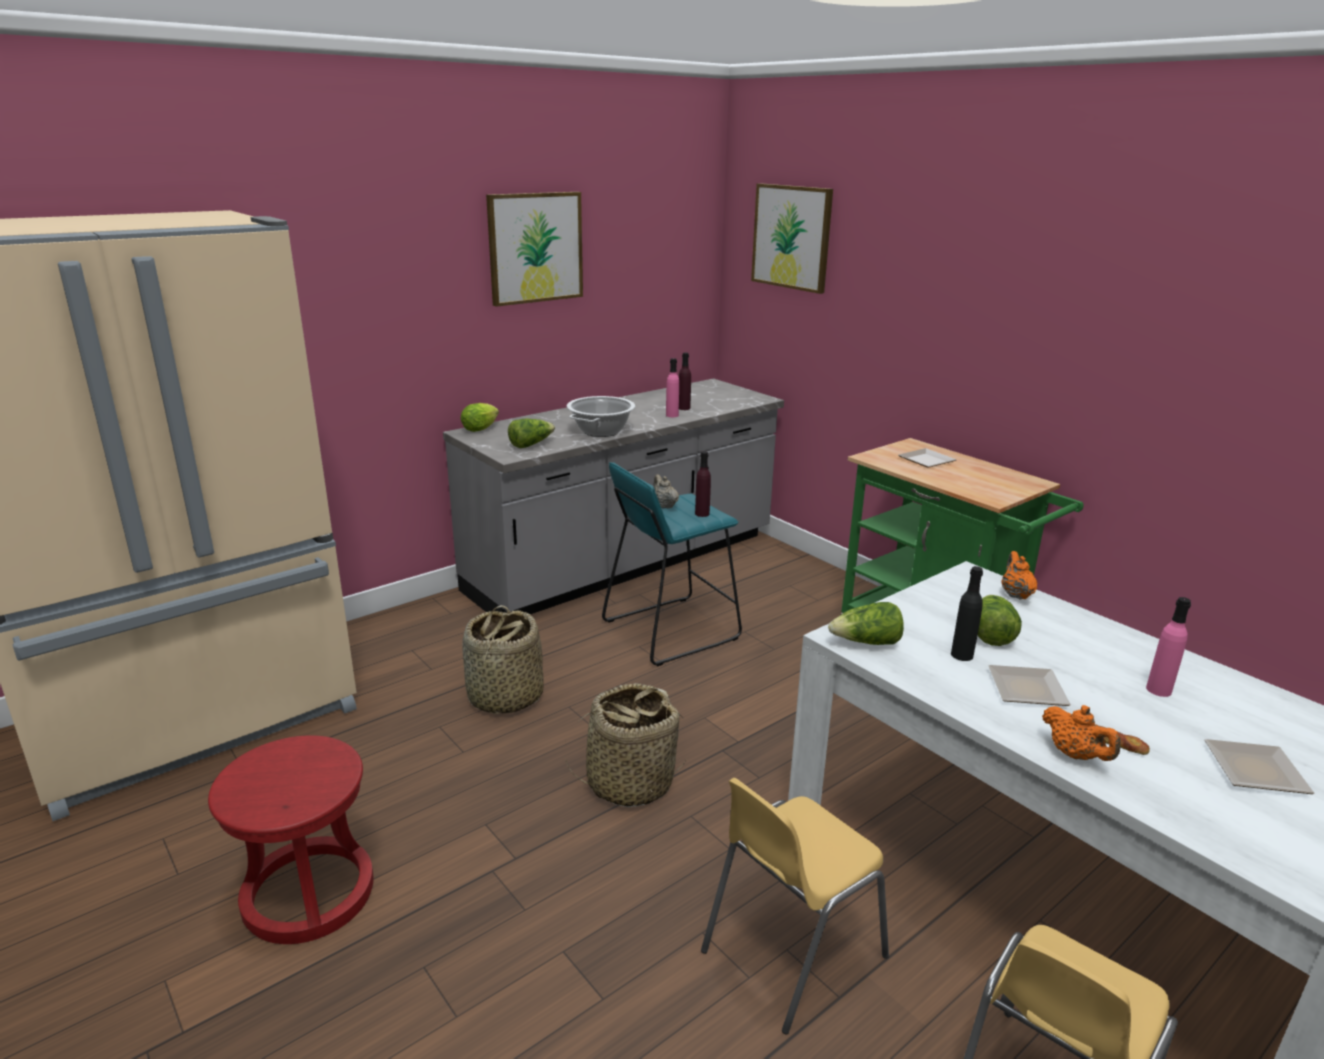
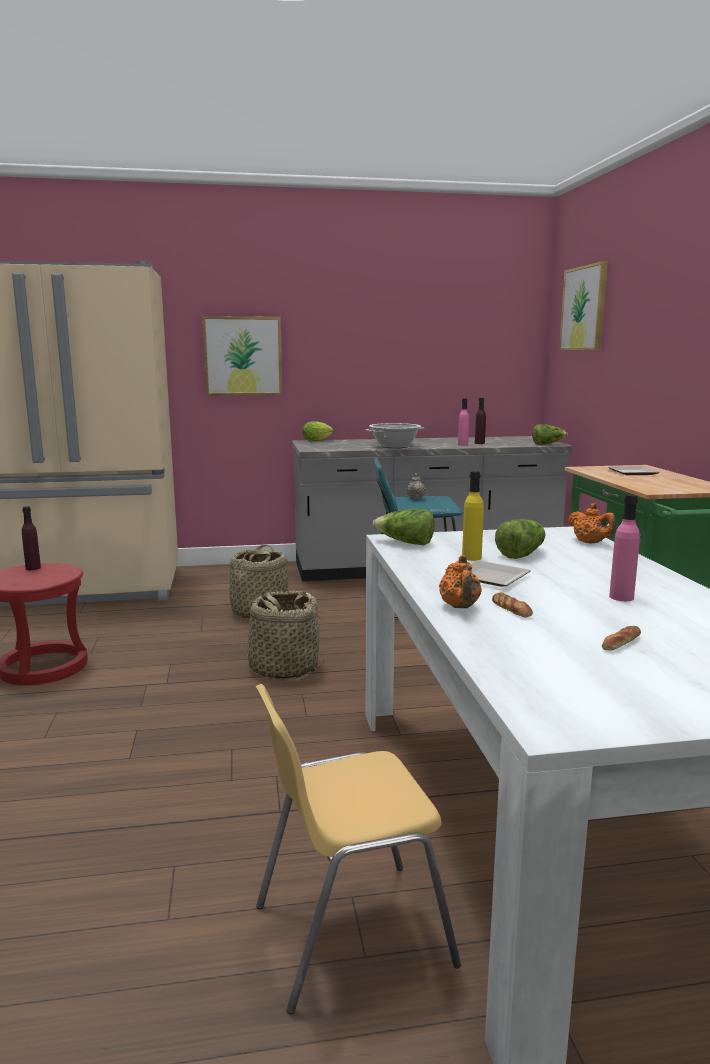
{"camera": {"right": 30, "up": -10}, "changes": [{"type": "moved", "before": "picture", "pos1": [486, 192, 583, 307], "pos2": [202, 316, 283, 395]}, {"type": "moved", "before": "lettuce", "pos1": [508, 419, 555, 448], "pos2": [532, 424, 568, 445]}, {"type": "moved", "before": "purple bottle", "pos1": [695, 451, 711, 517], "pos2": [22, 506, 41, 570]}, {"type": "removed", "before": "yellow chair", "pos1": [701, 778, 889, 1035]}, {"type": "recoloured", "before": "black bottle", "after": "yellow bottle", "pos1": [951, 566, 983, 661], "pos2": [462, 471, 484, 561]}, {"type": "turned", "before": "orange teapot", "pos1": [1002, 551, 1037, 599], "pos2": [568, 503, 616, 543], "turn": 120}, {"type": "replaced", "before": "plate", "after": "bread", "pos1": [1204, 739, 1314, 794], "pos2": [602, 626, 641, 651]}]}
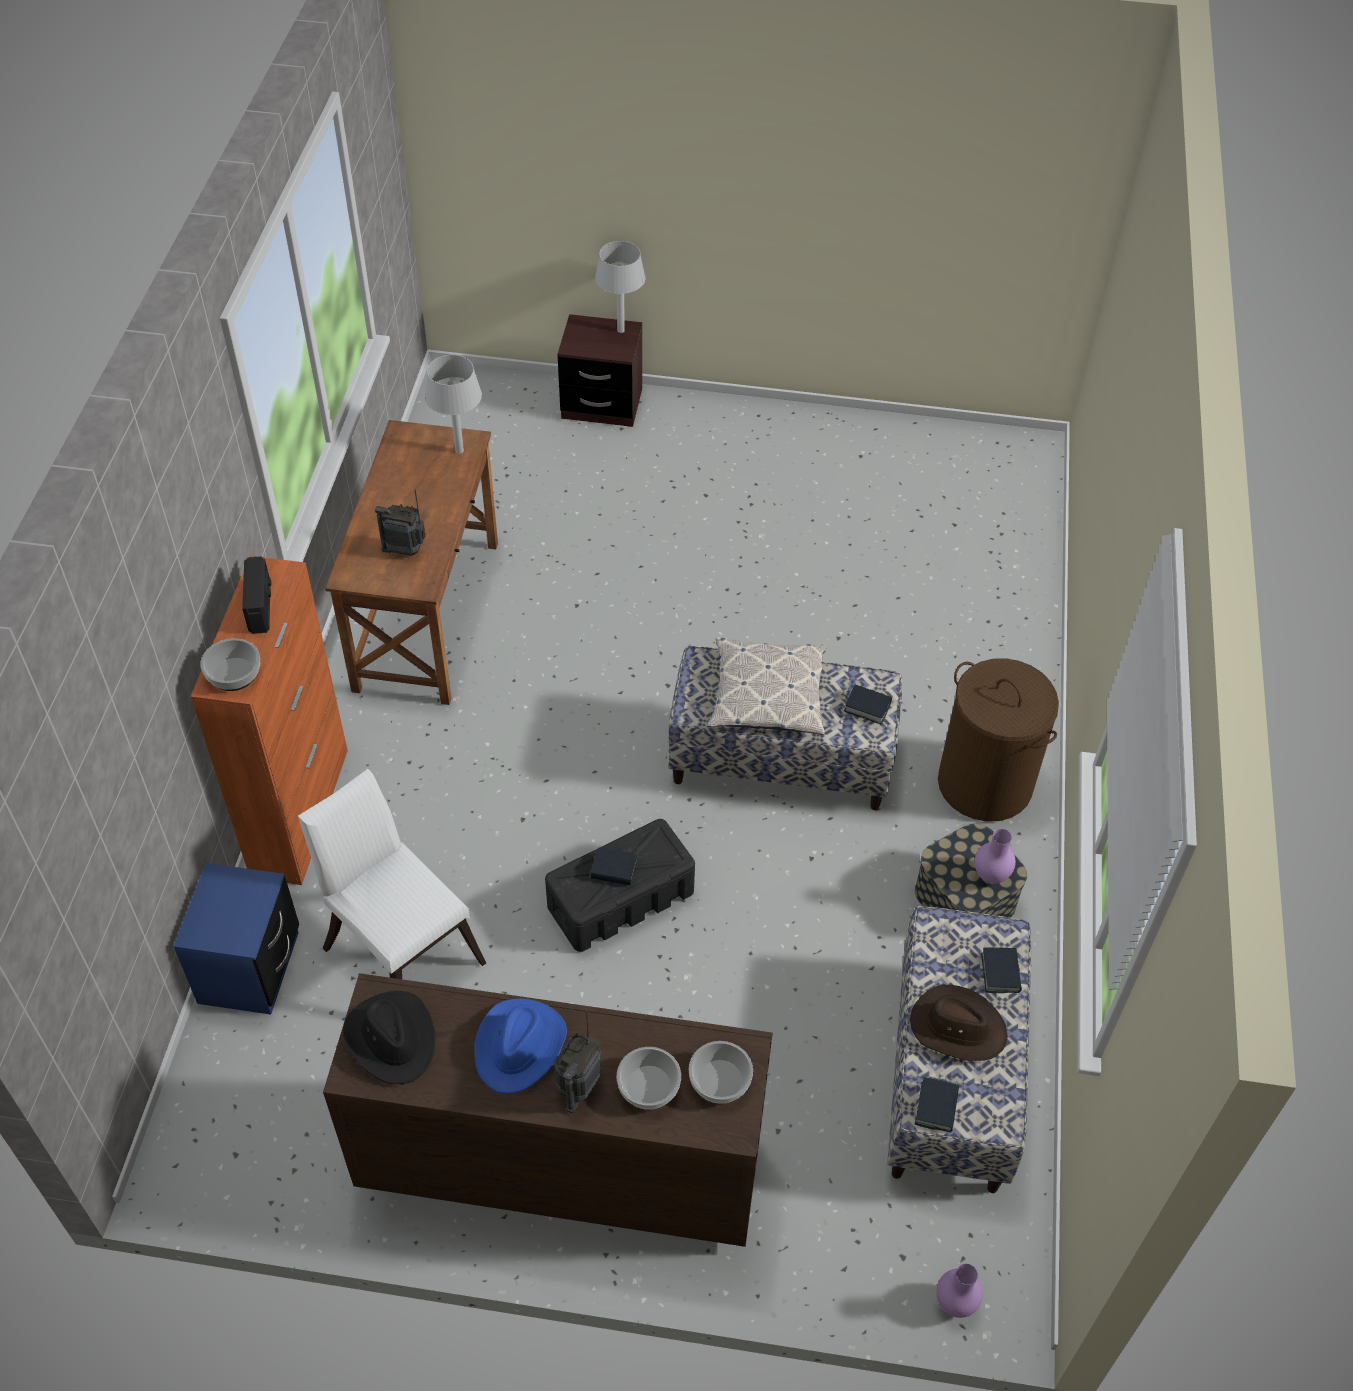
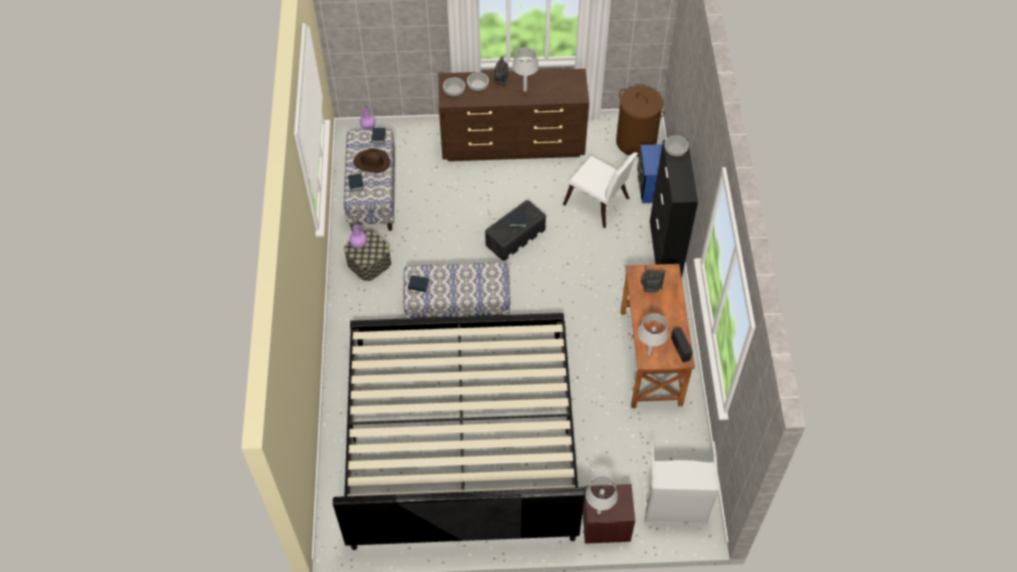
{"camera": {"right": 170, "up": 5}, "changes": [{"type": "recoloured", "before": "orange cabinet", "after": "black cabinet", "pos1": [191, 556, 348, 885], "pos2": [650, 139, 698, 278]}, {"type": "moved", "before": "radio", "pos1": [242, 556, 271, 634], "pos2": [671, 327, 693, 363]}, {"type": "removed", "before": "black hat", "pos1": [343, 991, 435, 1084]}, {"type": "replaced", "before": "blue hat", "after": "grey table lamp", "pos1": [474, 999, 567, 1094], "pos2": [512, 47, 539, 92]}, {"type": "removed", "before": "pillow", "pos1": [707, 637, 827, 735]}, {"type": "moved", "before": "brown laundry basket", "pos1": [938, 658, 1059, 822], "pos2": [616, 86, 665, 157]}, {"type": "added", "after": "bed", "pos2": [333, 313, 585, 550]}, {"type": "added", "after": "grey laundry basket", "pos2": [643, 440, 719, 525]}]}
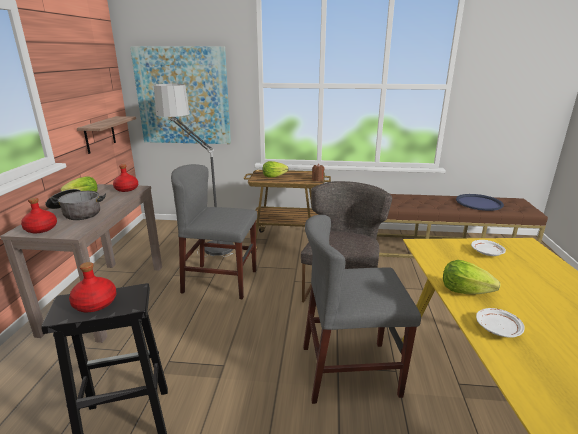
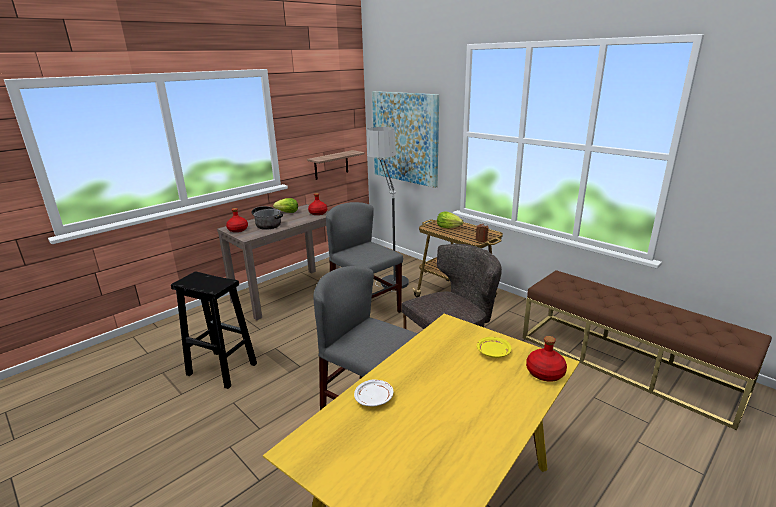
{"camera": {"right": 40, "up": 0}, "changes": [{"type": "moved", "before": "red bottle", "pos1": [69, 262, 116, 312], "pos2": [526, 336, 567, 382]}, {"type": "removed", "before": "lettuce", "pos1": [443, 260, 501, 295]}, {"type": "removed", "before": "blue tray", "pos1": [456, 194, 504, 211]}, {"type": "recoloured", "before": "white plate", "after": "yellow plate", "pos1": [471, 240, 506, 256], "pos2": [477, 337, 511, 358]}]}
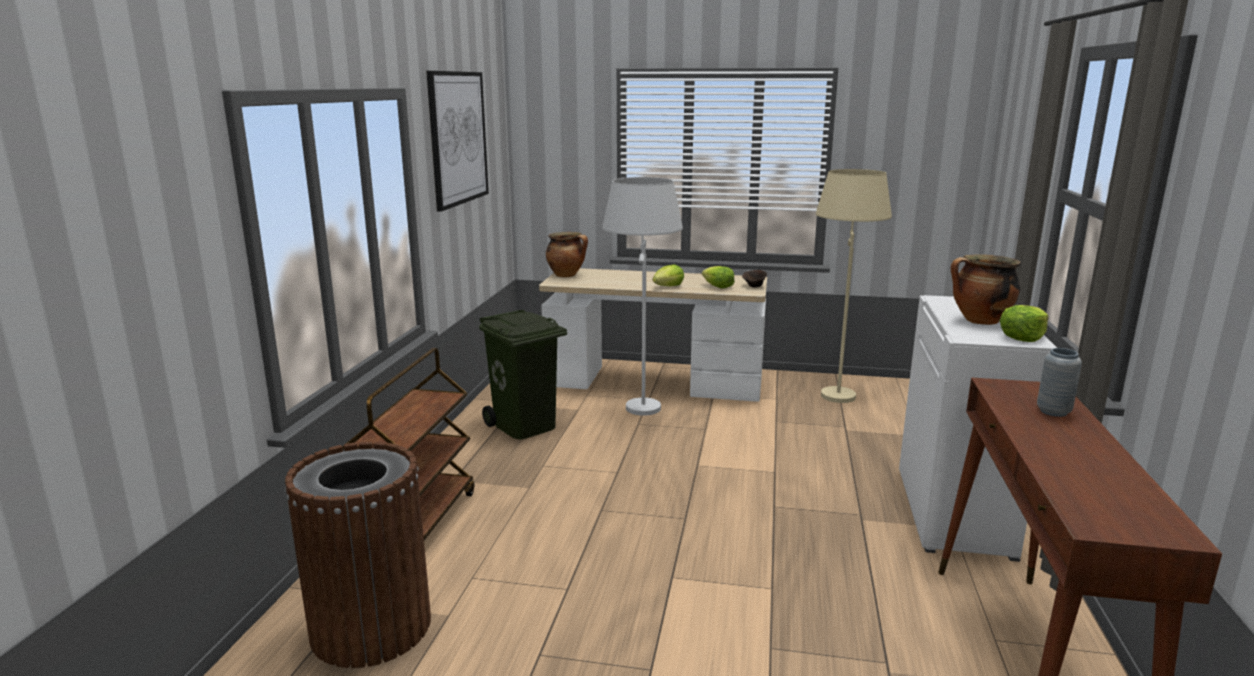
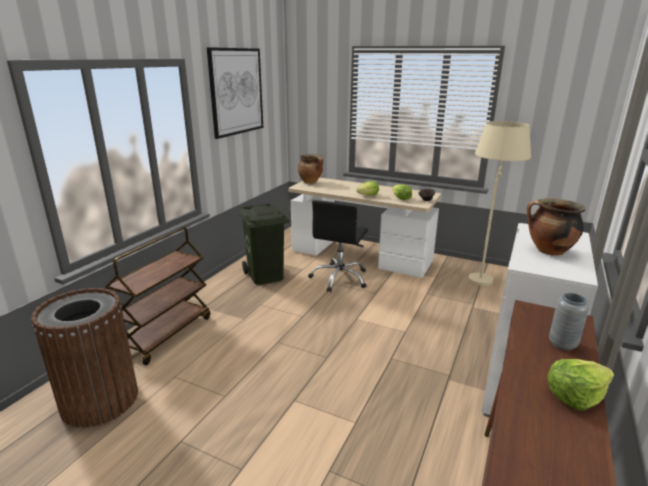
{"camera": {"right": 15, "up": 5}, "changes": [{"type": "replaced", "before": "white floor lamp", "after": "black office chair", "pos1": [602, 177, 683, 416], "pos2": [308, 200, 368, 292]}, {"type": "moved", "before": "lettuce", "pos1": [1000, 305, 1049, 342], "pos2": [547, 359, 614, 410]}]}
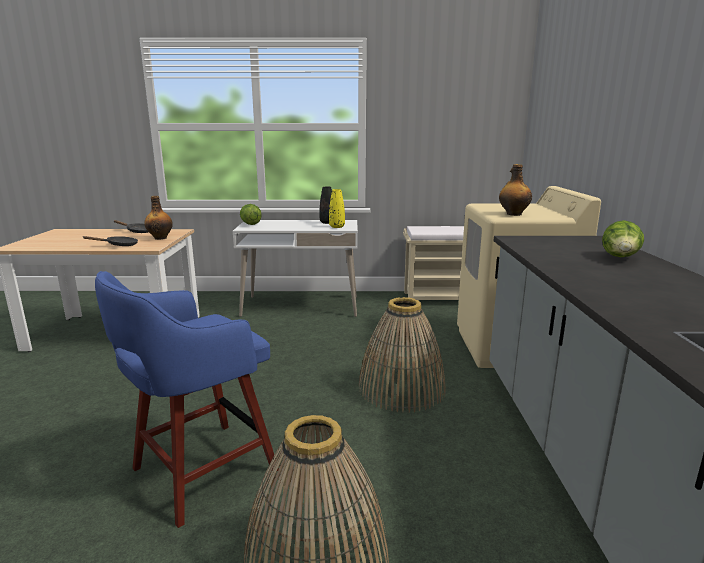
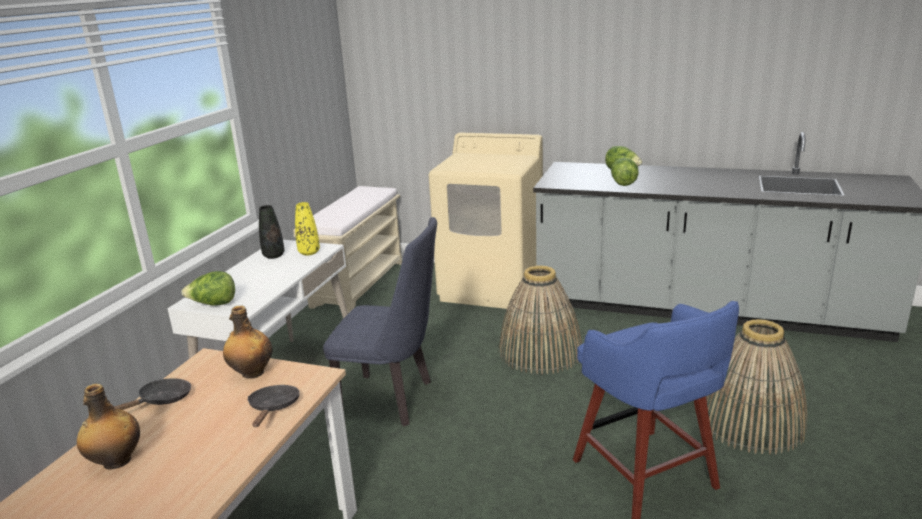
{"camera": {"right": -70, "up": 5}, "changes": [{"type": "moved", "before": "bottle", "pos1": [499, 164, 532, 216], "pos2": [77, 384, 140, 470]}, {"type": "added", "after": "blue chair", "pos2": [323, 217, 437, 426]}, {"type": "added", "after": "lettuce", "pos2": [611, 158, 639, 186]}]}
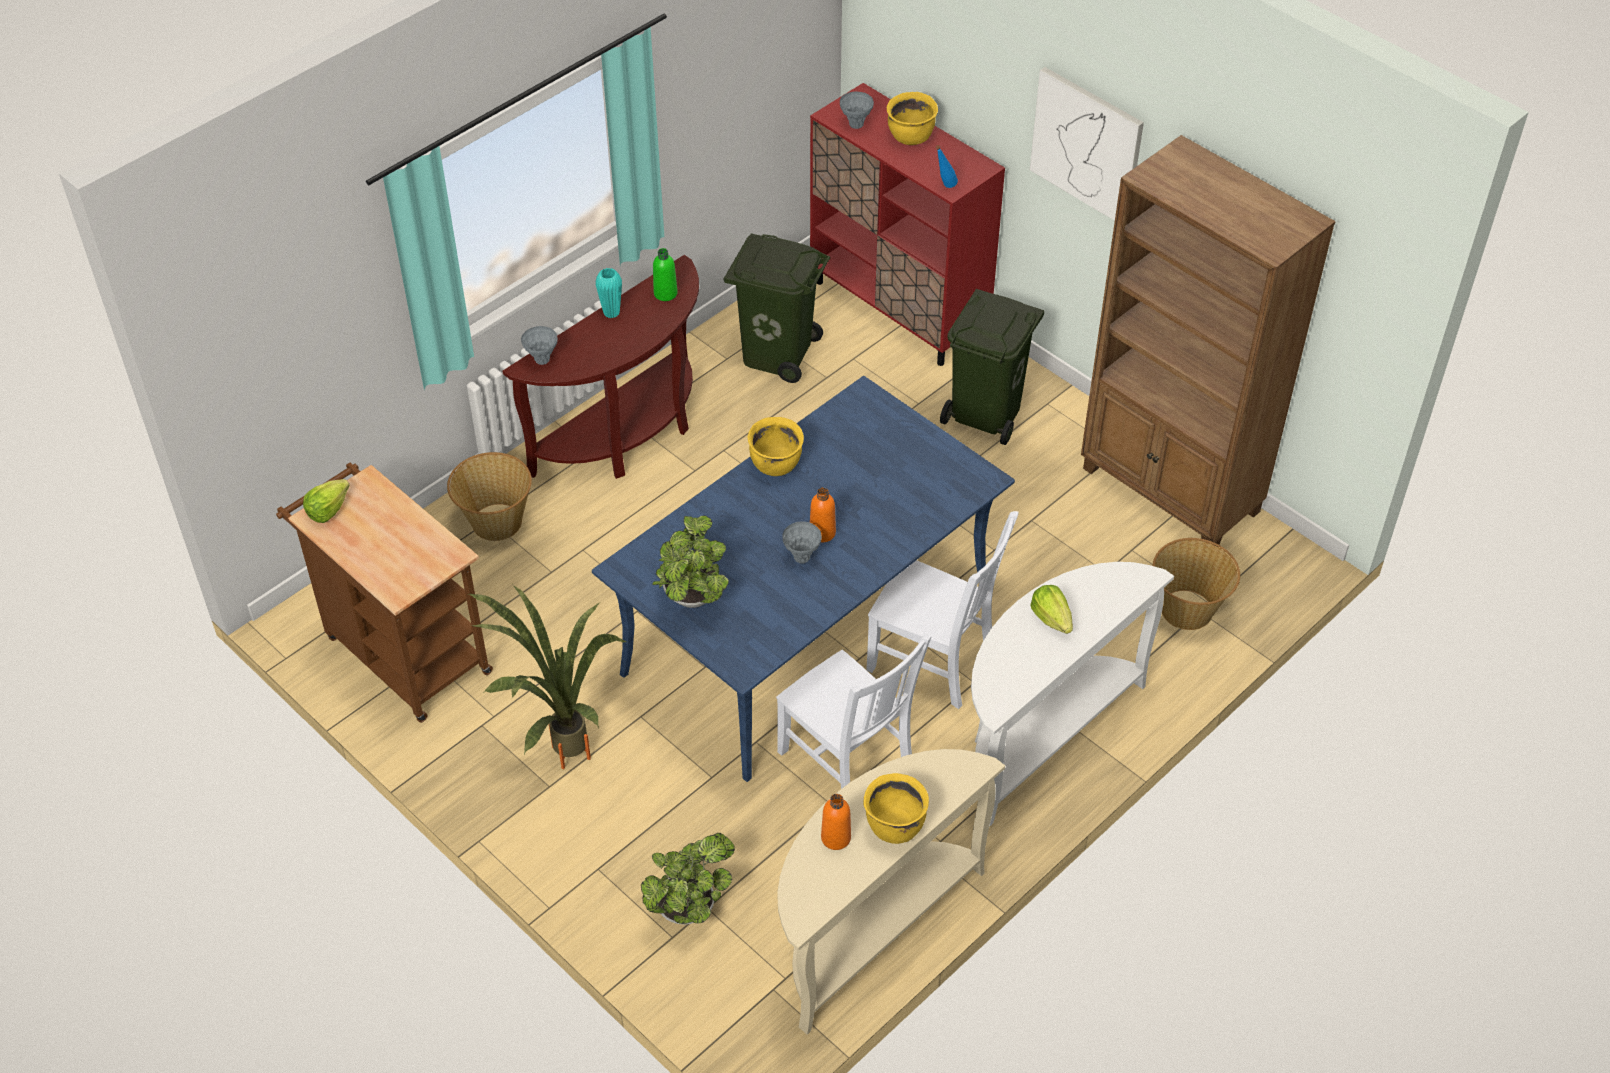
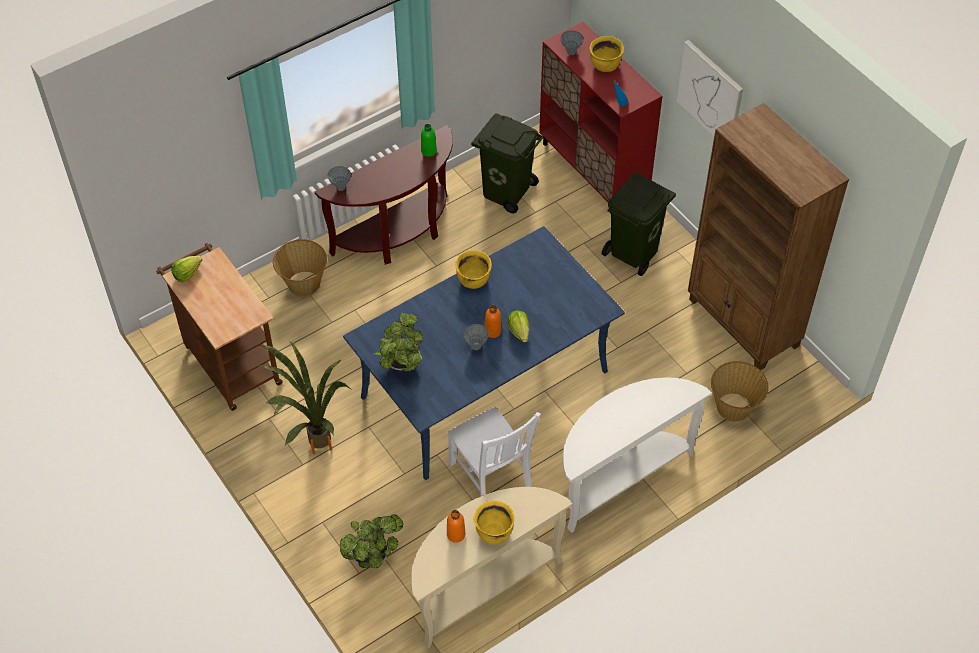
{"camera": {"right": 10, "up": 5}, "changes": [{"type": "removed", "before": "turquoise vase", "pos1": [596, 268, 622, 318]}, {"type": "removed", "before": "white chair", "pos1": [866, 511, 1019, 709]}, {"type": "moved", "before": "lettuce", "pos1": [1030, 585, 1073, 634], "pos2": [507, 311, 529, 342]}]}
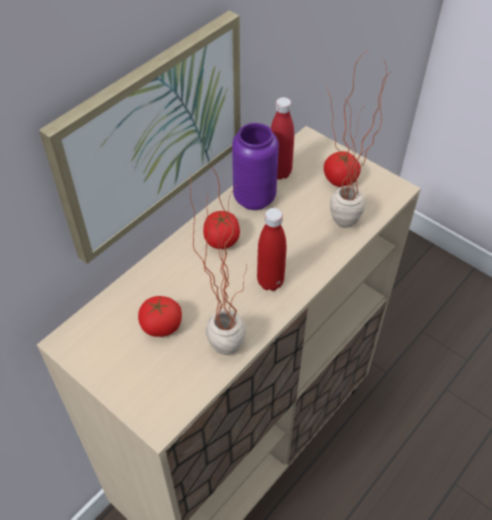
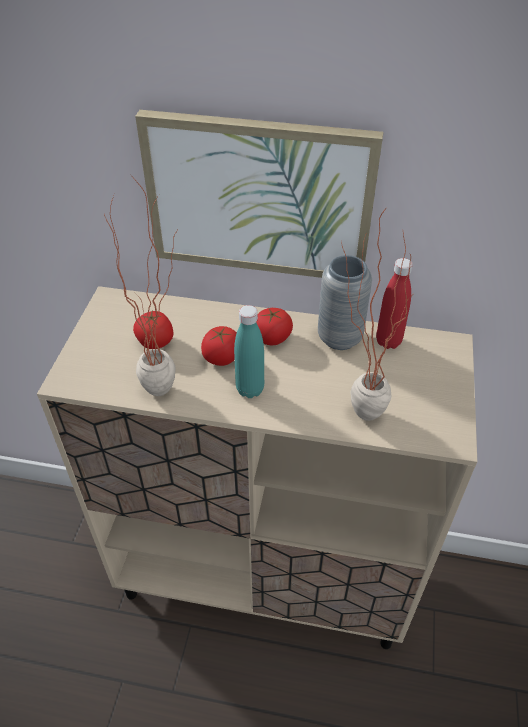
{"camera": {"right": 60, "up": -5}, "changes": [{"type": "recoloured", "before": "purple vase", "after": "grey vase", "pos1": [232, 123, 279, 210], "pos2": [318, 255, 372, 350]}, {"type": "recoloured", "before": "red bottle", "after": "turquoise bottle", "pos1": [257, 208, 286, 291], "pos2": [234, 305, 264, 398]}, {"type": "moved", "before": "tomato", "pos1": [324, 151, 361, 187], "pos2": [201, 326, 237, 366]}]}
